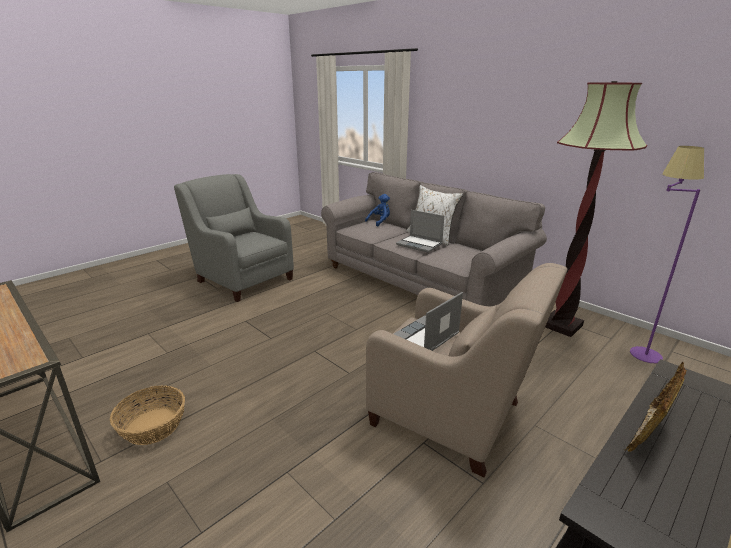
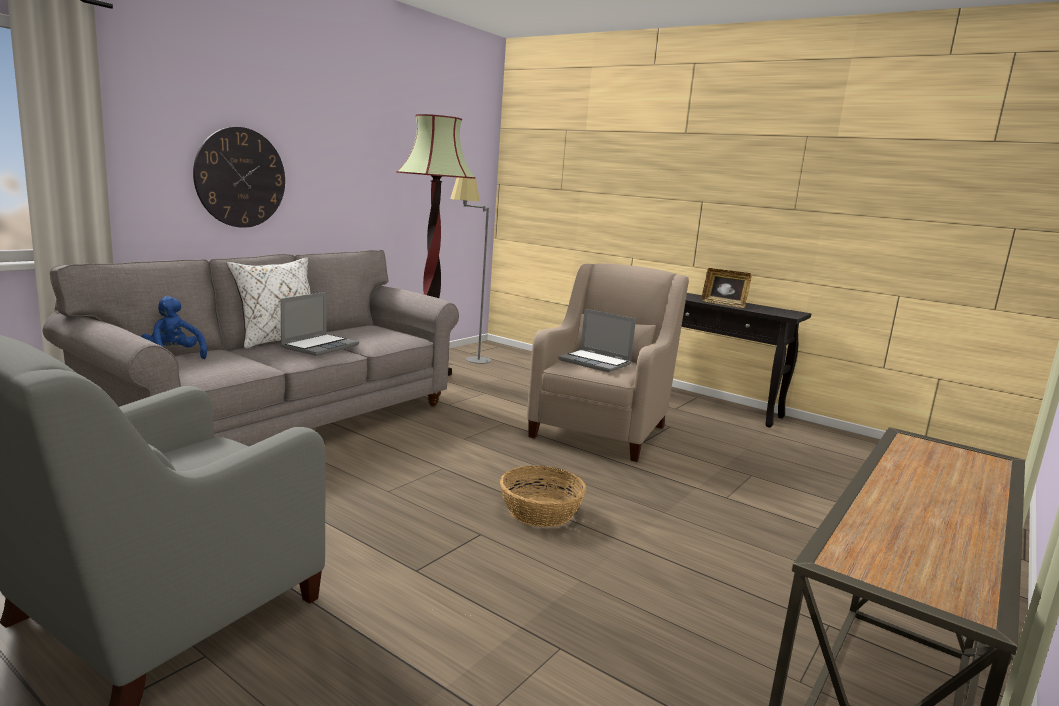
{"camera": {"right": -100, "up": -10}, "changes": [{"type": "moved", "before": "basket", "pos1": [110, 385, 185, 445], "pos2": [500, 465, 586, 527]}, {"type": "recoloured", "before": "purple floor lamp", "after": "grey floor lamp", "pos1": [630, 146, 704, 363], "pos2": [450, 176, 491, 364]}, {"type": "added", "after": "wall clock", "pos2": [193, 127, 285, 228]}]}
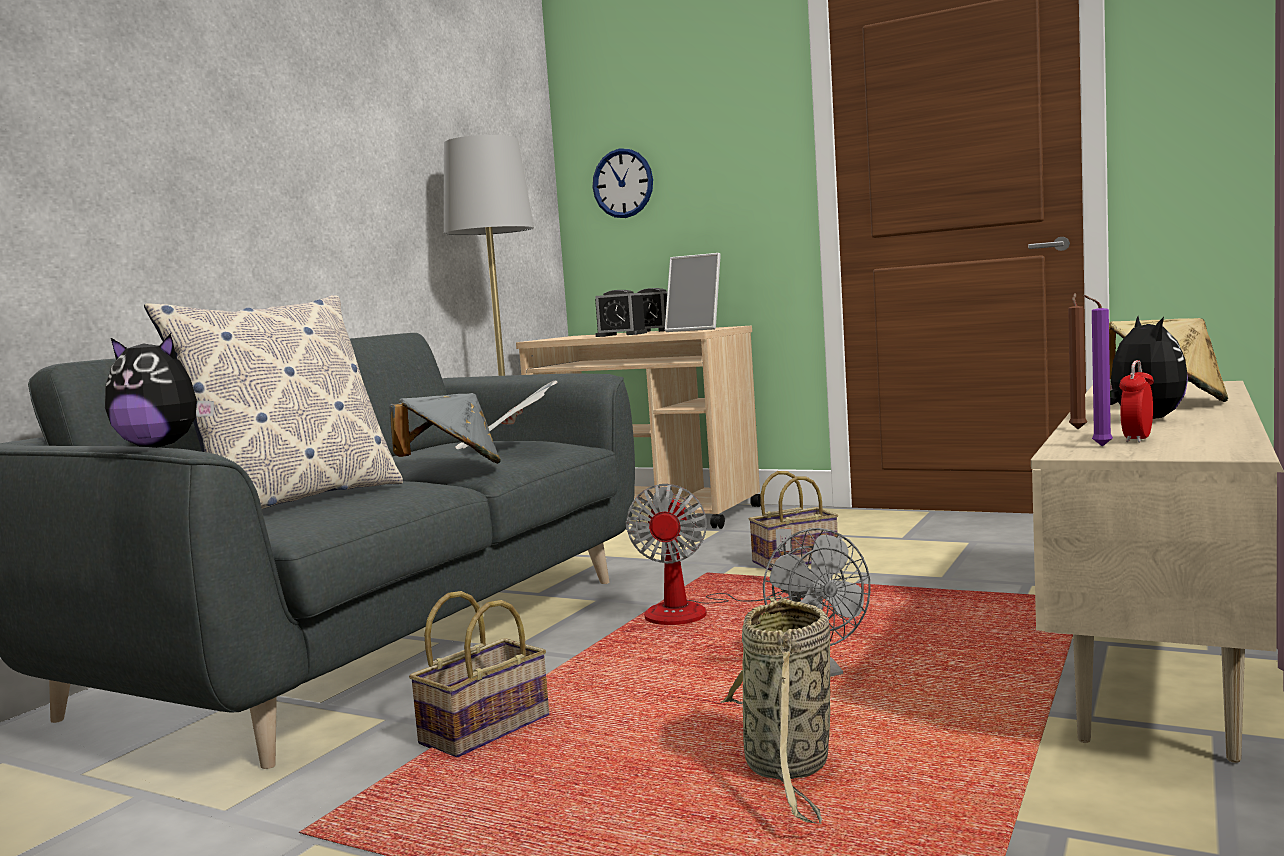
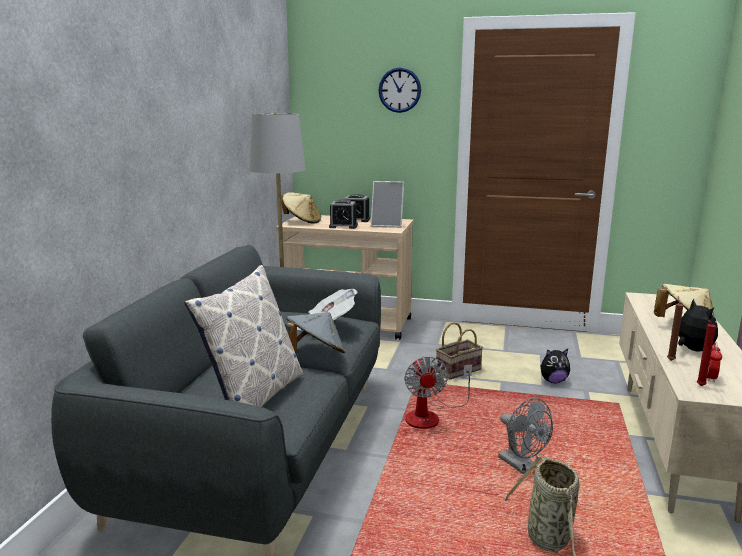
{"camera": {"right": -15, "up": 10}, "changes": [{"type": "moved", "before": "plush toy", "pos1": [105, 333, 214, 448], "pos2": [541, 349, 570, 383]}, {"type": "removed", "before": "basket", "pos1": [409, 591, 549, 757]}, {"type": "moved", "before": "wall clock", "pos1": [593, 149, 653, 218], "pos2": [378, 68, 421, 113]}, {"type": "recoloured", "before": "purple candle", "after": "red candle", "pos1": [1083, 295, 1113, 447], "pos2": [696, 318, 716, 386]}, {"type": "added", "after": "beige hat", "pos2": [281, 192, 321, 223]}]}
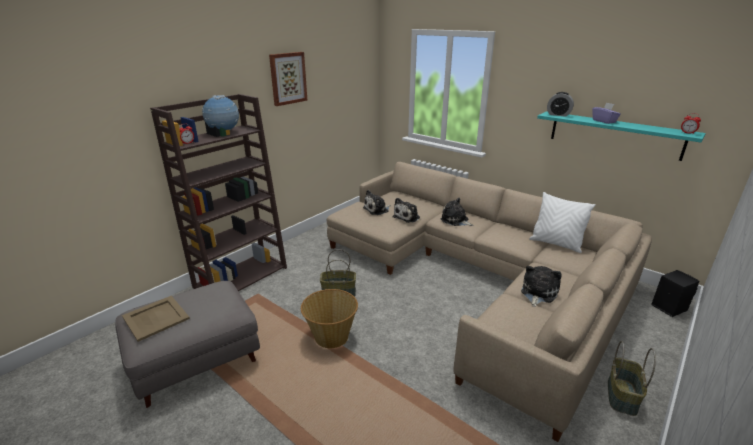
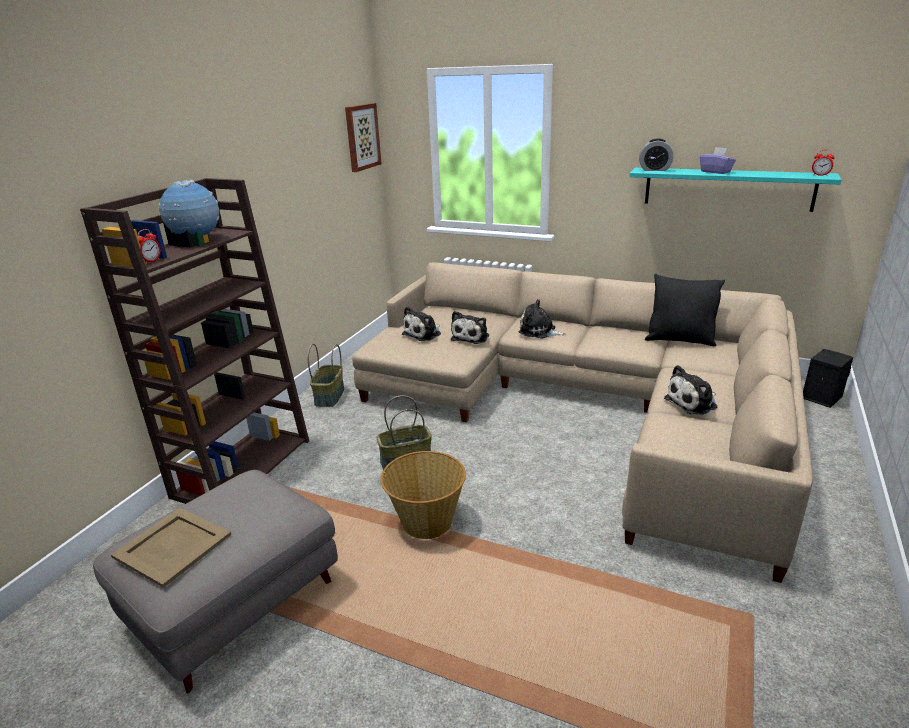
{"camera": {"right": -15, "up": 0}, "changes": [{"type": "moved", "before": "picture", "pos1": [269, 52, 307, 106], "pos2": [345, 103, 382, 172]}, {"type": "turned", "before": "plush toy", "pos1": [521, 266, 562, 307], "pos2": [664, 365, 718, 415], "turn": -135}, {"type": "recoloured", "before": "white pillow", "after": "black pillow", "pos1": [529, 192, 596, 253], "pos2": [645, 274, 725, 346]}, {"type": "moved", "before": "basket", "pos1": [608, 341, 656, 416], "pos2": [308, 344, 344, 407]}]}
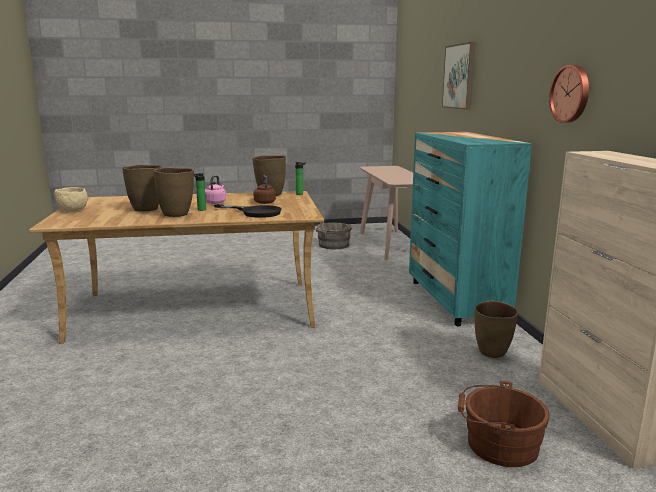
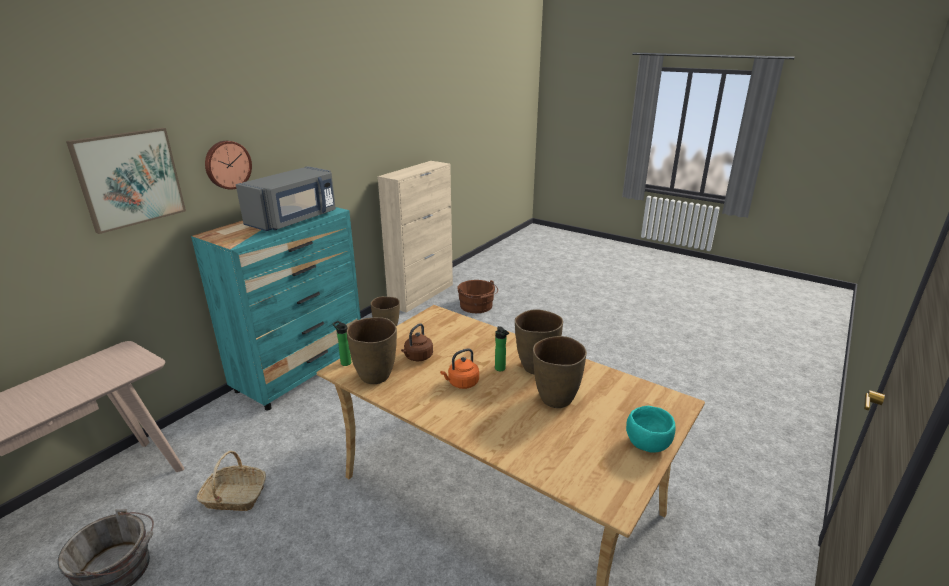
{"camera": {"right": -135, "up": 10}, "changes": [{"type": "recoloured", "before": "beige bowl", "after": "turquoise bowl", "pos1": [54, 187, 88, 212], "pos2": [626, 406, 675, 453]}, {"type": "recoloured", "before": "pink kettle", "after": "orange kettle", "pos1": [205, 175, 226, 204], "pos2": [440, 348, 479, 389]}, {"type": "removed", "before": "black frying pan", "pos1": [214, 204, 282, 218]}, {"type": "moved", "before": "wall clock", "pos1": [549, 65, 589, 123], "pos2": [205, 141, 252, 190]}, {"type": "added", "after": "basket", "pos2": [197, 451, 266, 511]}, {"type": "added", "after": "grey microwave", "pos2": [236, 166, 336, 231]}]}
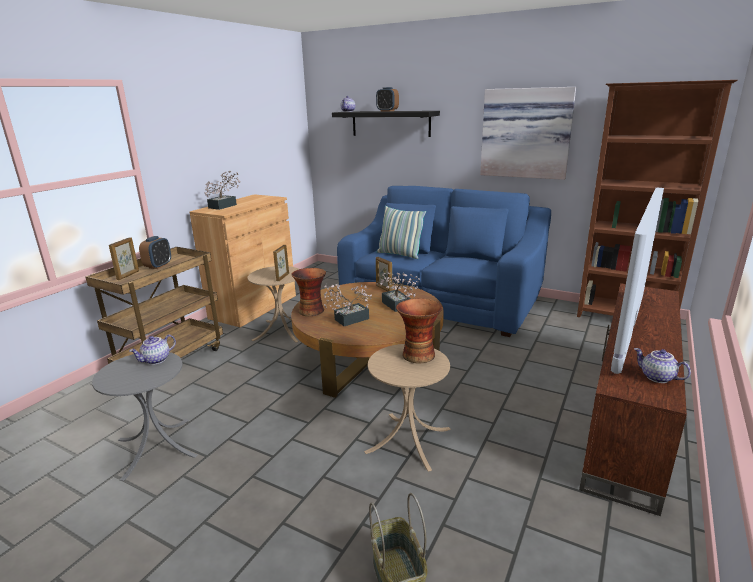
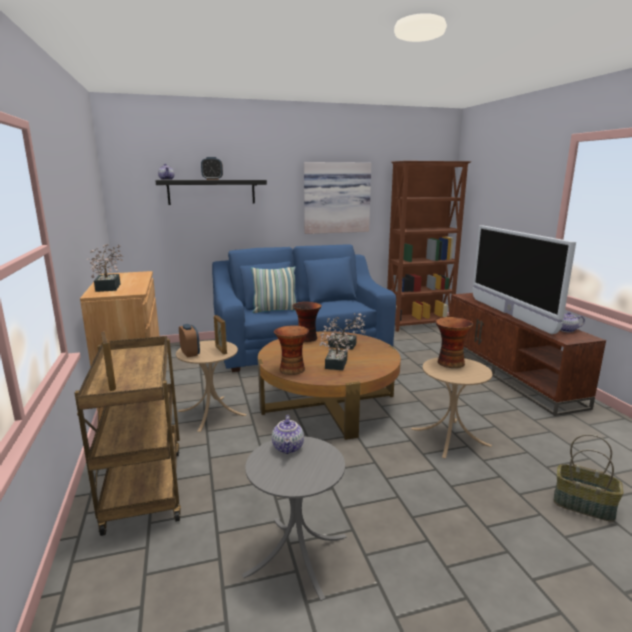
{"camera": {"right": -45, "up": -5}, "changes": [{"type": "moved", "before": "alarm clock", "pos1": [139, 236, 171, 269], "pos2": [179, 324, 200, 358]}, {"type": "replaced", "before": "picture frame", "after": "vase", "pos1": [376, 257, 392, 291], "pos2": [293, 302, 322, 342]}]}
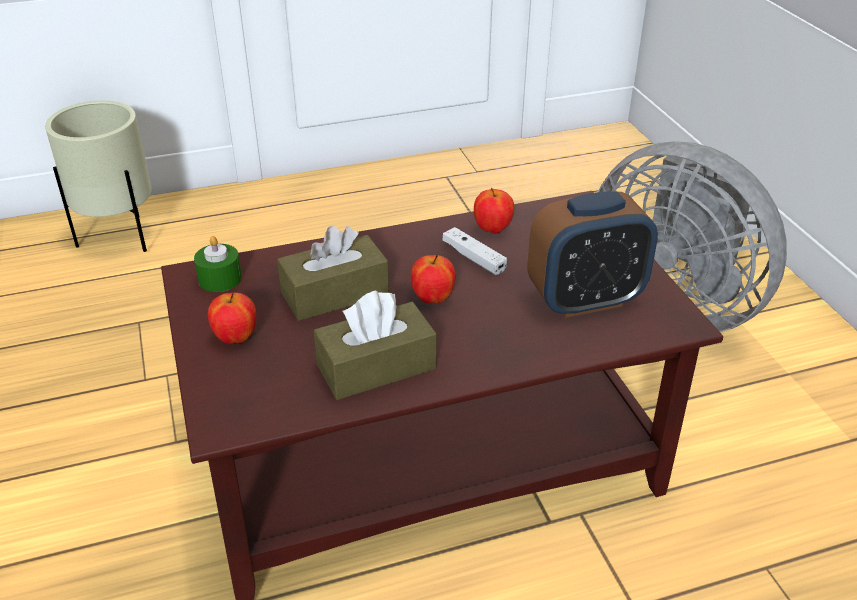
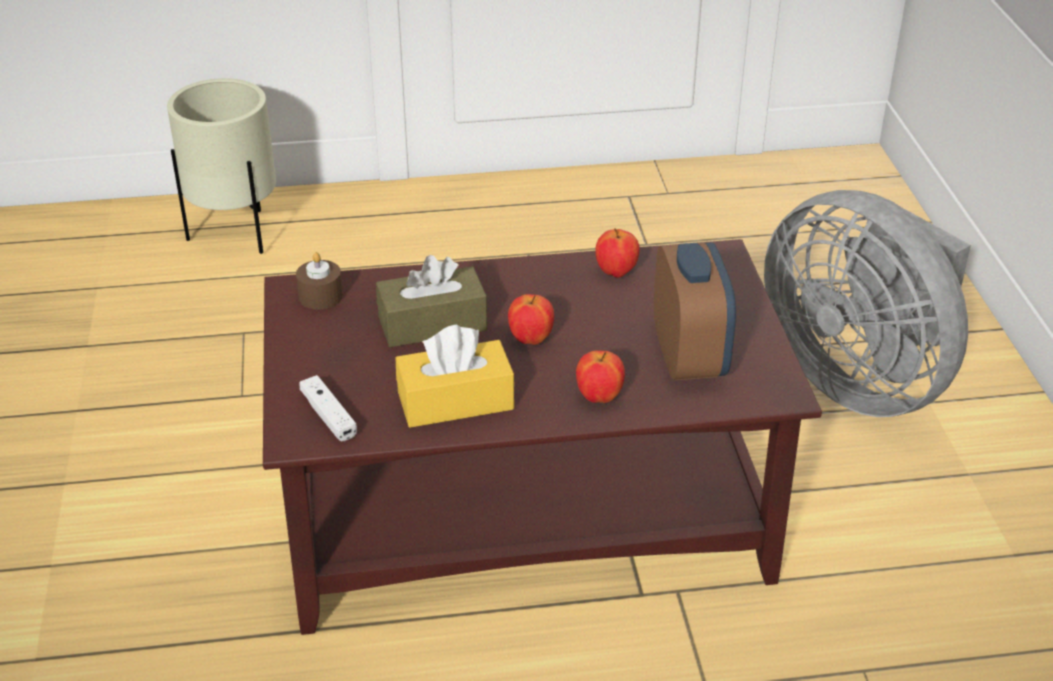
{"camera": {"right": 10, "up": 0}, "changes": [{"type": "recoloured", "before": "green candle", "after": "brown candle", "pos1": [194, 236, 242, 292], "pos2": [296, 252, 343, 310]}, {"type": "moved", "before": "apple", "pos1": [208, 292, 256, 344], "pos2": [576, 350, 625, 403]}, {"type": "recoloured", "before": "brown tissue box", "after": "yellow tissue box", "pos1": [314, 291, 437, 400], "pos2": [396, 325, 514, 428]}, {"type": "moved", "before": "white game controller", "pos1": [443, 227, 507, 275], "pos2": [299, 375, 357, 441]}, {"type": "turned", "before": "alarm clock", "pos1": [527, 192, 658, 318], "pos2": [654, 242, 736, 380], "turn": -90}]}
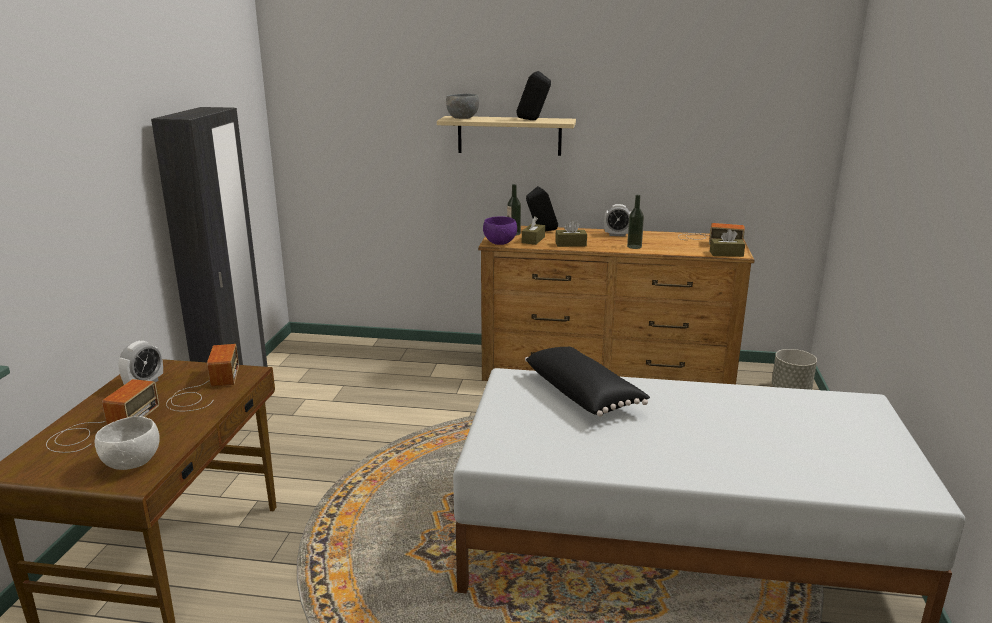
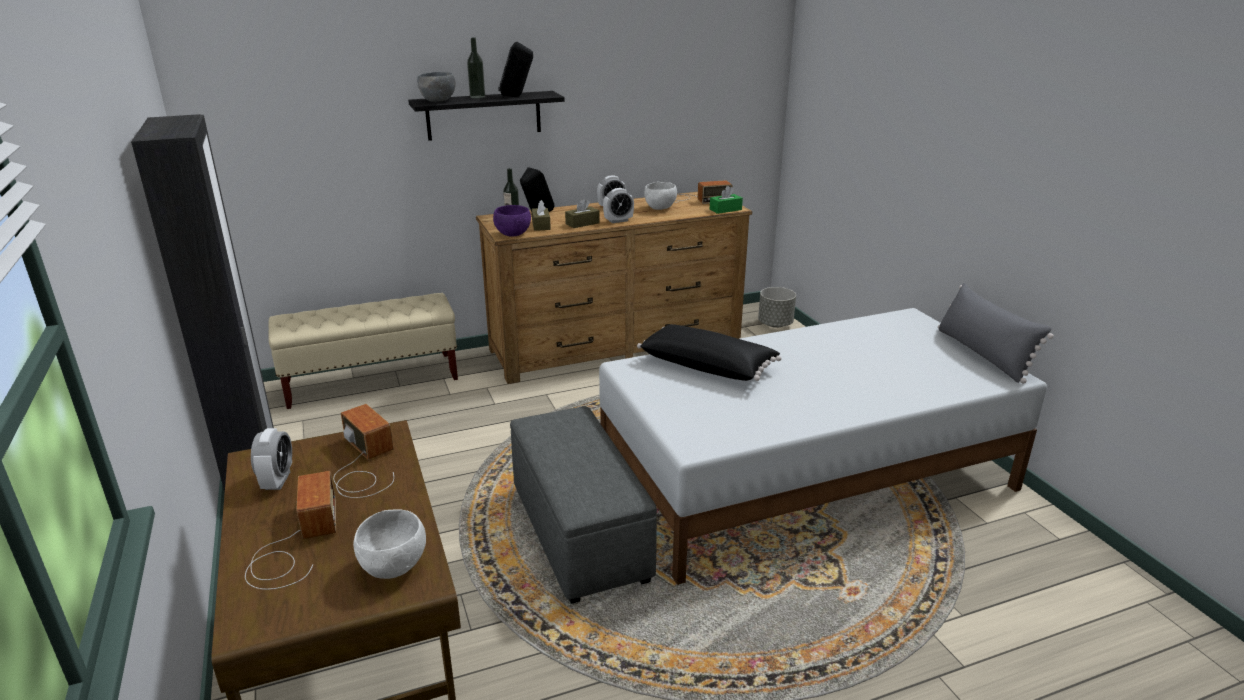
{"camera": {"right": -30, "up": 5}, "changes": [{"type": "recoloured", "before": "beige shelf", "after": "black shelf", "pos1": [437, 116, 576, 156], "pos2": [408, 91, 565, 141]}, {"type": "moved", "before": "bottle", "pos1": [627, 195, 644, 249], "pos2": [467, 38, 485, 98]}, {"type": "recoloured", "before": "brown tissue box", "after": "green tissue box", "pos1": [710, 229, 745, 257], "pos2": [710, 186, 743, 214]}, {"type": "added", "after": "beige bench", "pos2": [269, 293, 458, 409]}, {"type": "added", "after": "grey ottoman", "pos2": [510, 406, 657, 604]}, {"type": "added", "after": "alarm clock", "pos2": [603, 188, 634, 223]}, {"type": "added", "after": "white bowl", "pos2": [644, 182, 677, 210]}, {"type": "added", "after": "grey pillow", "pos2": [938, 283, 1054, 384]}]}
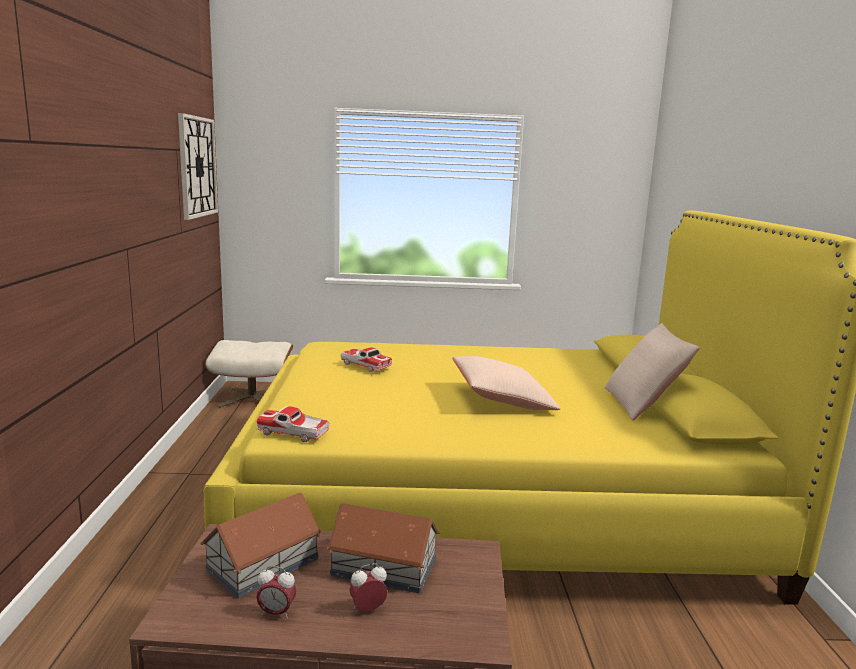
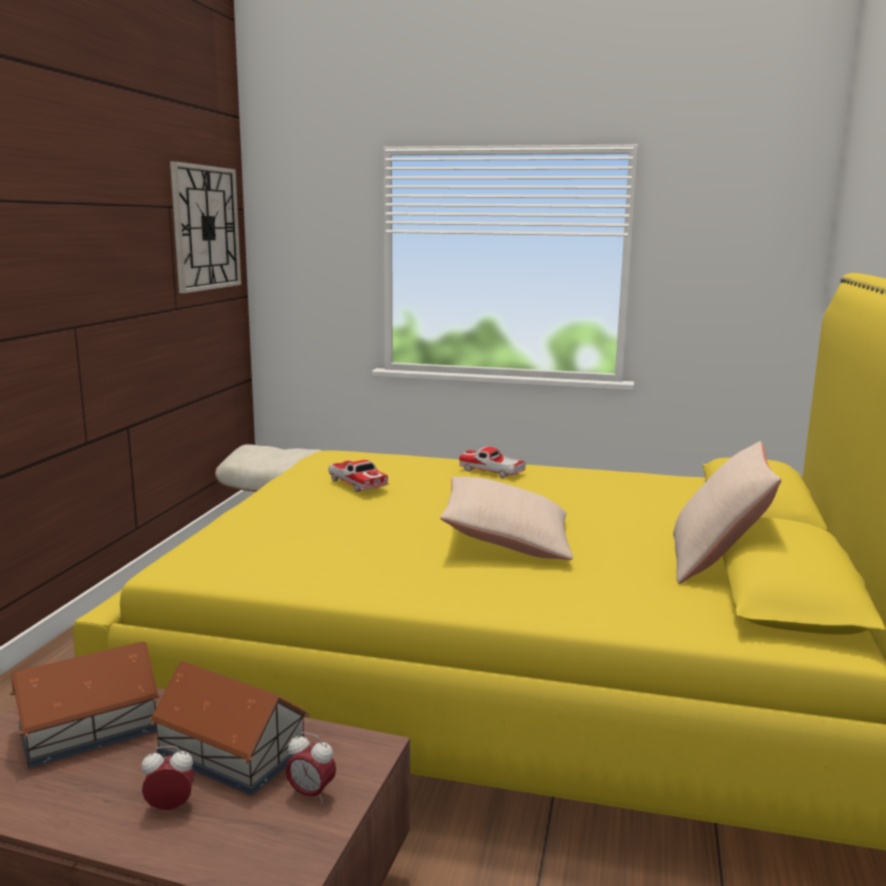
{"camera": {"right": 15, "up": 0}, "changes": [{"type": "moved", "before": "alarm clock", "pos1": [256, 566, 296, 619], "pos2": [286, 732, 336, 803]}, {"type": "moved", "before": "toy car", "pos1": [257, 406, 330, 442], "pos2": [459, 447, 526, 478]}]}
